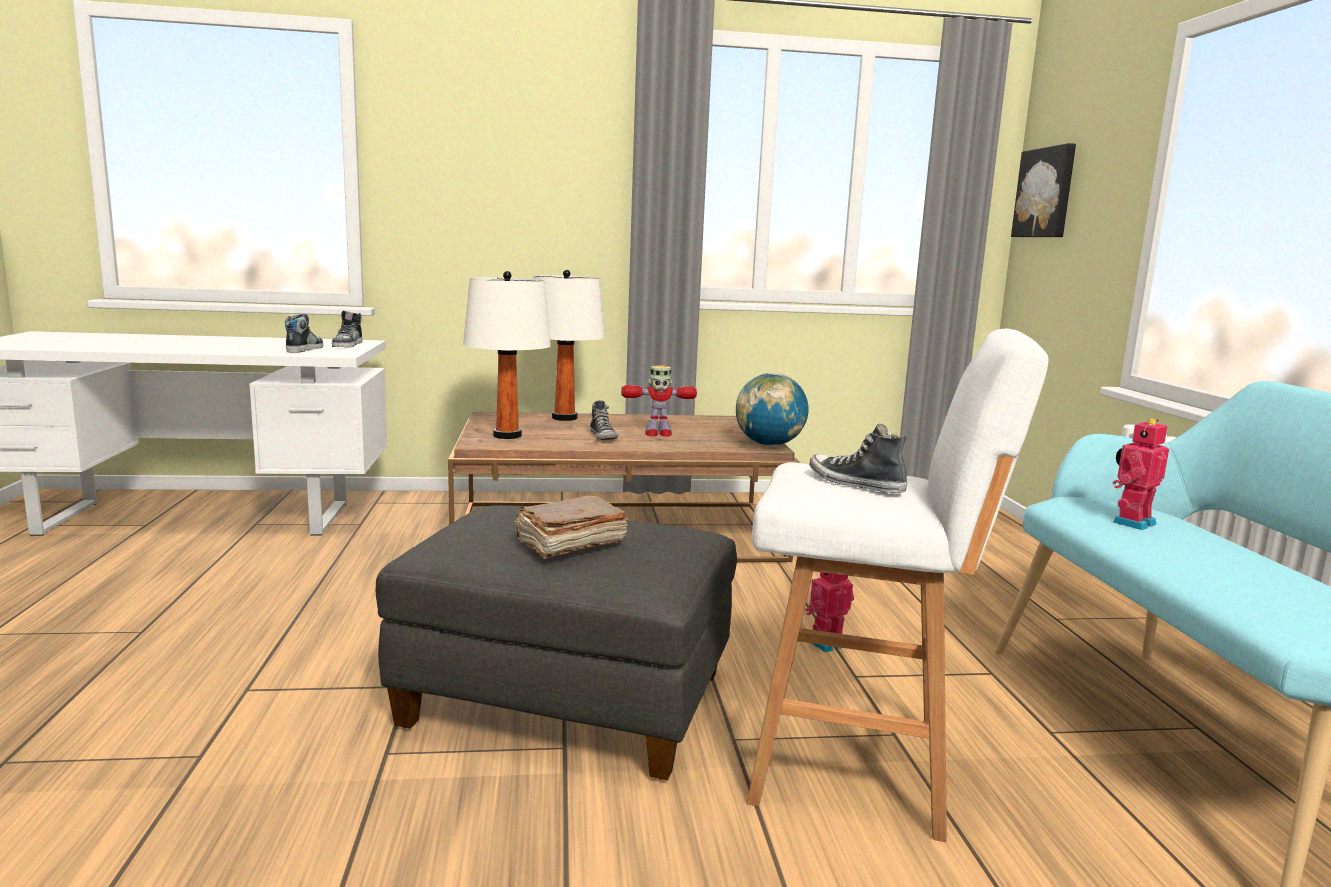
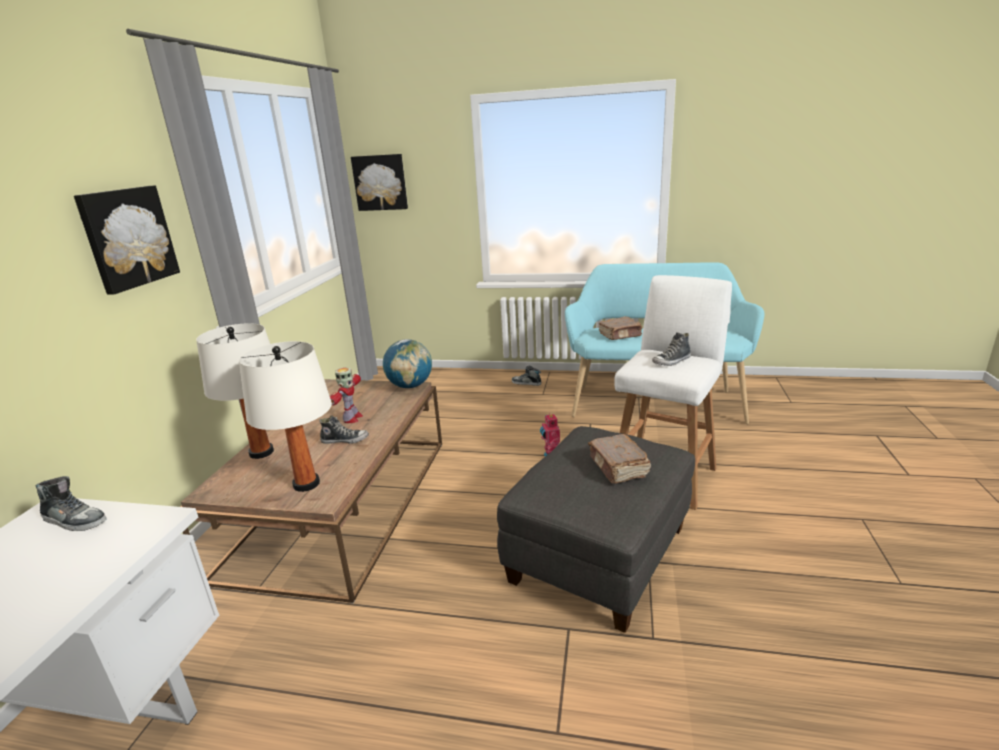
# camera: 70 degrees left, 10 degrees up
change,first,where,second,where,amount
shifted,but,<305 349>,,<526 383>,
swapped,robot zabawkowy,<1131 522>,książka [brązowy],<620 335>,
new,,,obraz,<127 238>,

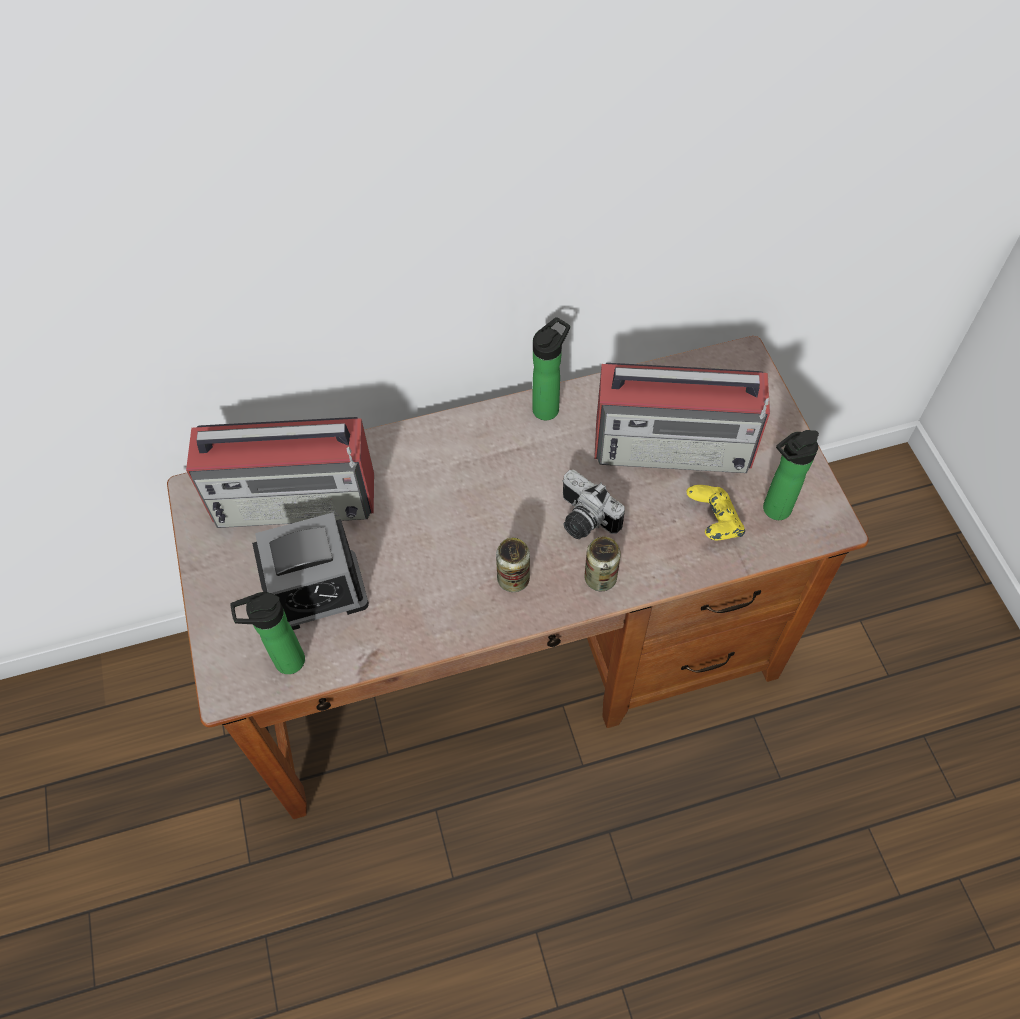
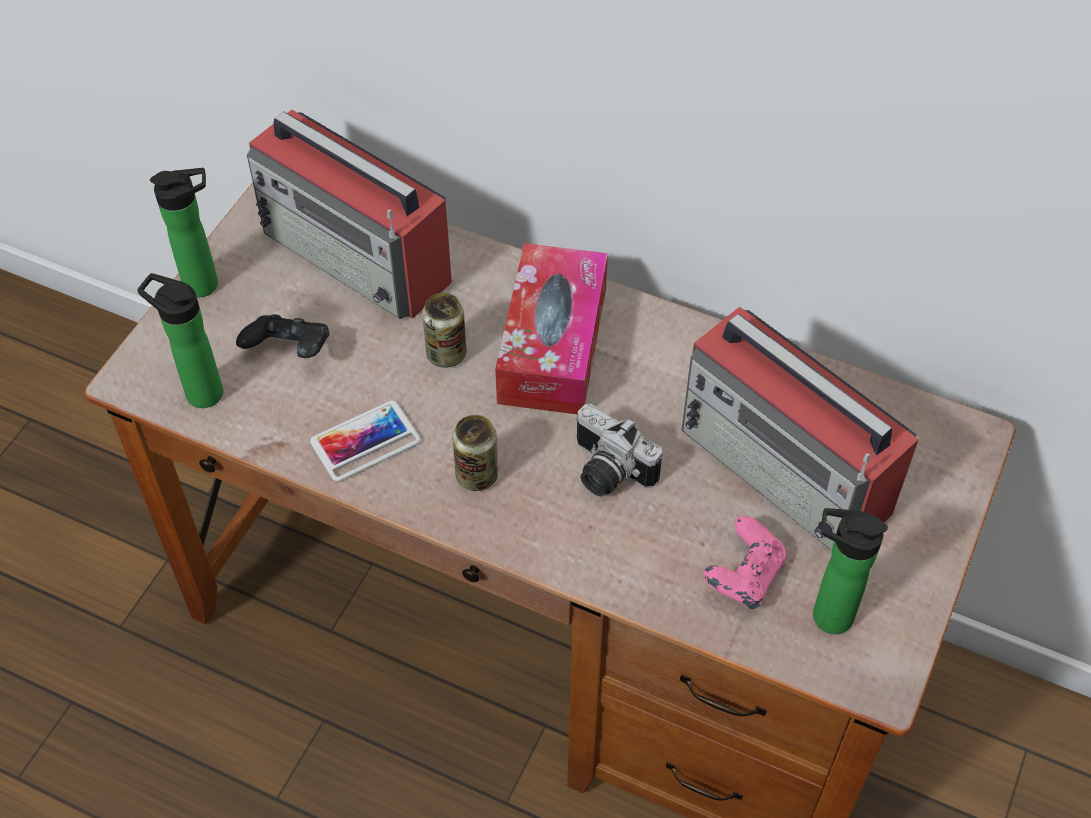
# camera: 40 degrees right, 5 degrees down
change,first,where,second,where,amount
swapped,budzik,<317 592>,pad do gier [czarny],<289 352>,
shifted,butelka,<548 407>,,<207 284>,
rotated,aparat fotograficzny,<583 520>,,<606 472>,45 degrees counterclockwise
shifted,puszka,<600 578>,,<446 354>,
repainted,pad do gier [żółty],<713 522>,pad do gier [różowy],<743 577>,
new,,,telefon,<365 441>,
new,,,pudełko chusteczek,<552 345>,

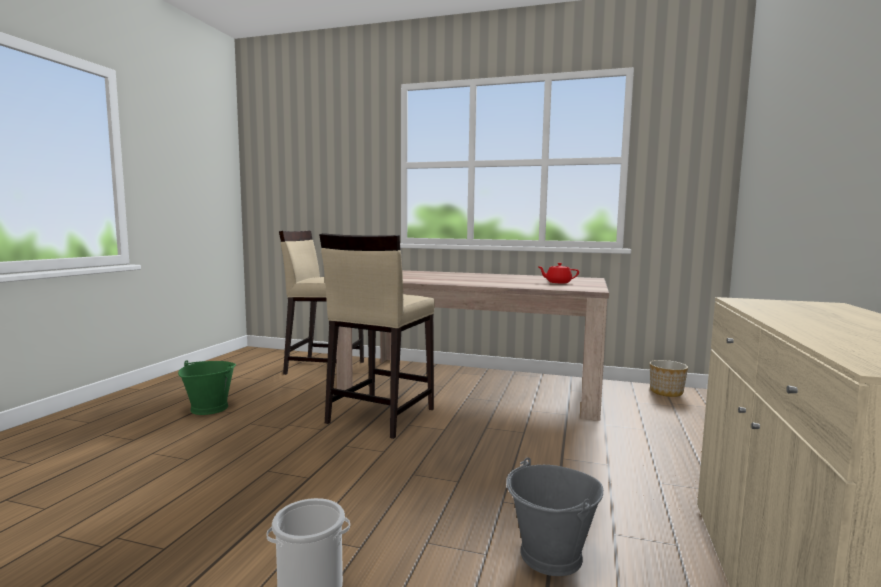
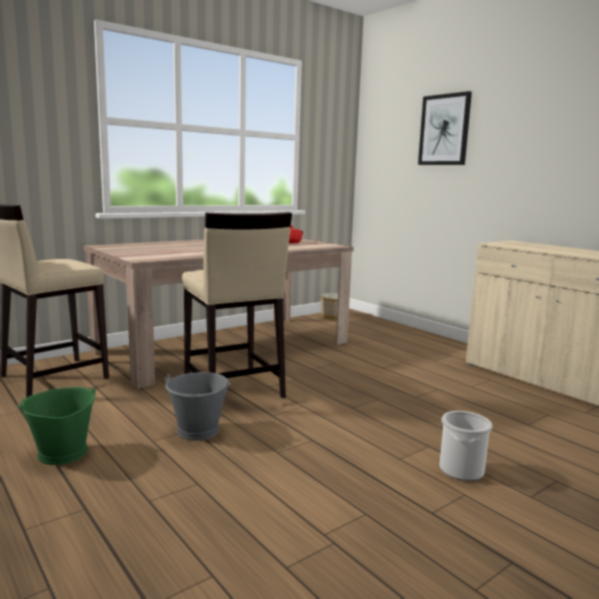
# camera: 55 degrees left, 5 degrees up
change,first,where,second,where,amount
shifted,wiadro [szary],<551 556>,,<198 431>,
new,,,obraz,<444 130>,

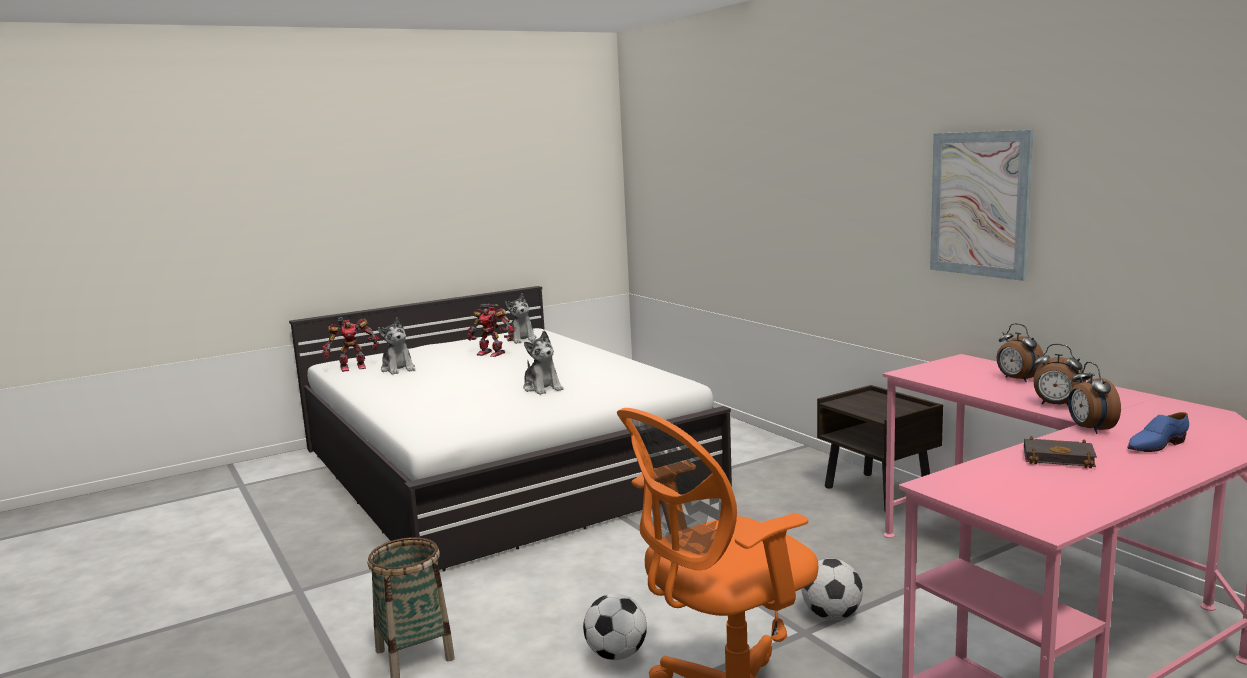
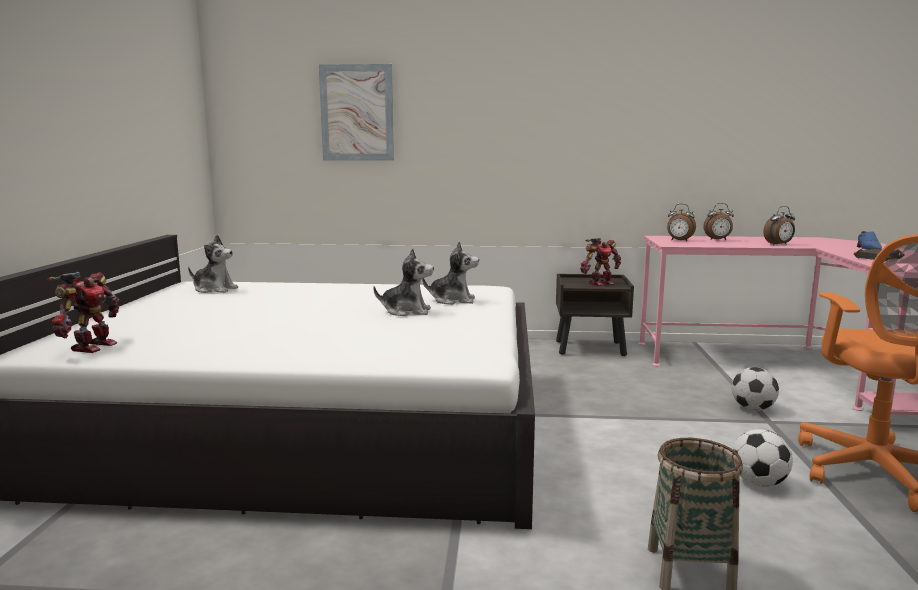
# camera: 55 degrees left, 0 degrees up
change,first,where,second,where,amount
shifted,pluszak,<398 369>,,<453 300>,
shifted,robot zabawkowy,<492 353>,,<600 283>,
shifted,obraz,<979 204>,,<357 113>,
shifted,budzik,<1089 429>,,<679 240>,

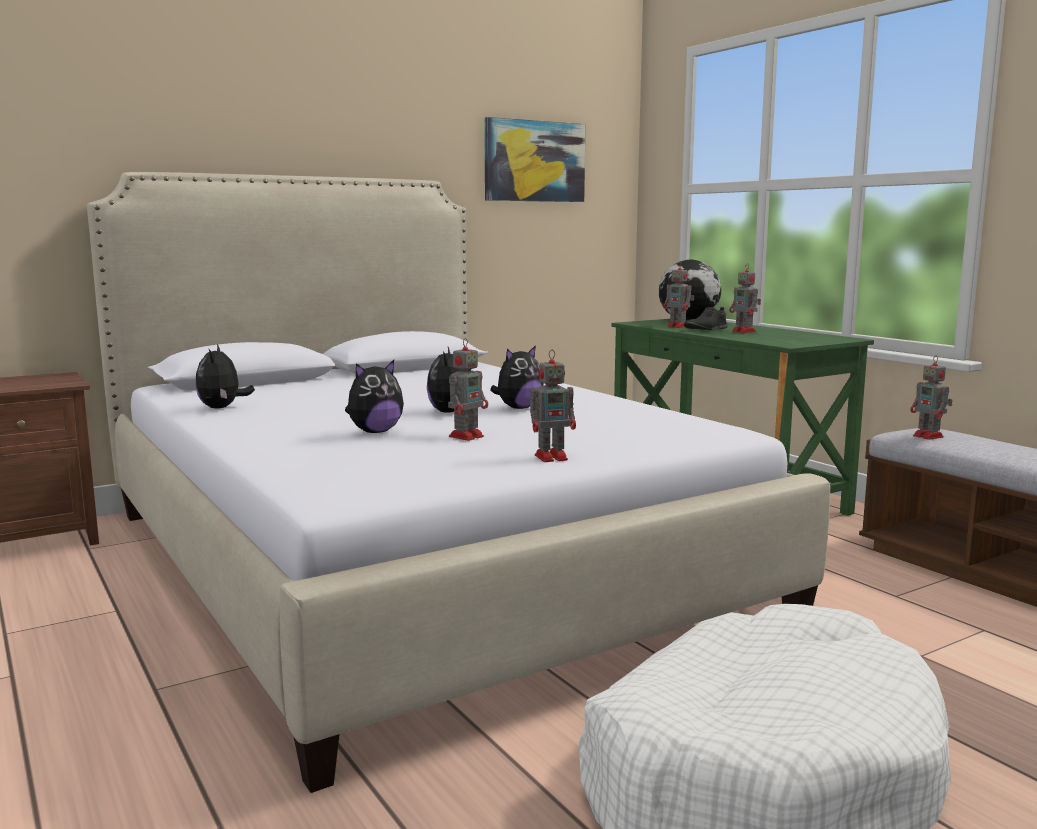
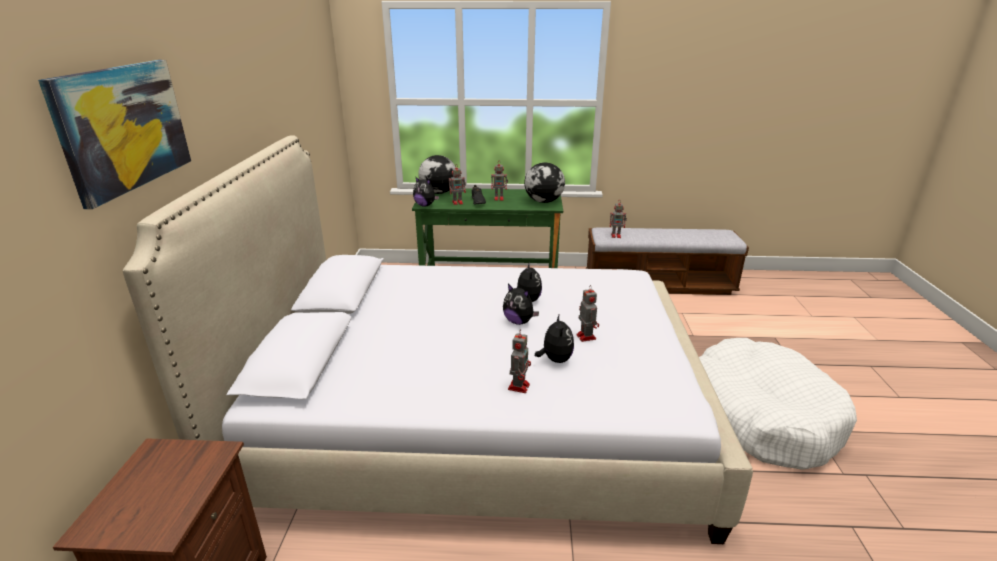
# camera: 55 degrees left, 15 degrees up
change,first,where,second,where,amount
shifted,pluszak,<222 408>,,<425 205>,
shifted,obraz,<534 161>,,<123 127>,
shifted,robot zabawkowy,<553 457>,,<519 386>,
new,,,globus,<544 202>,

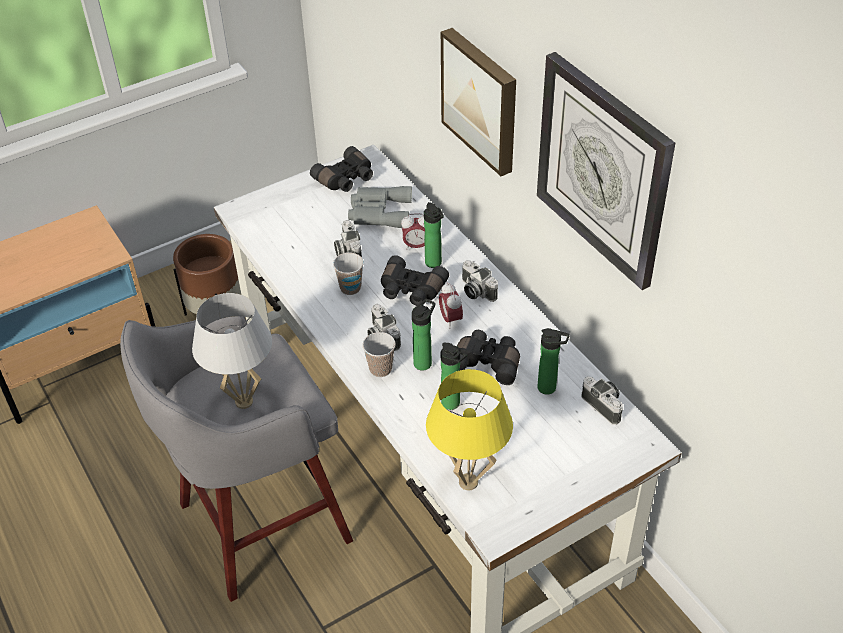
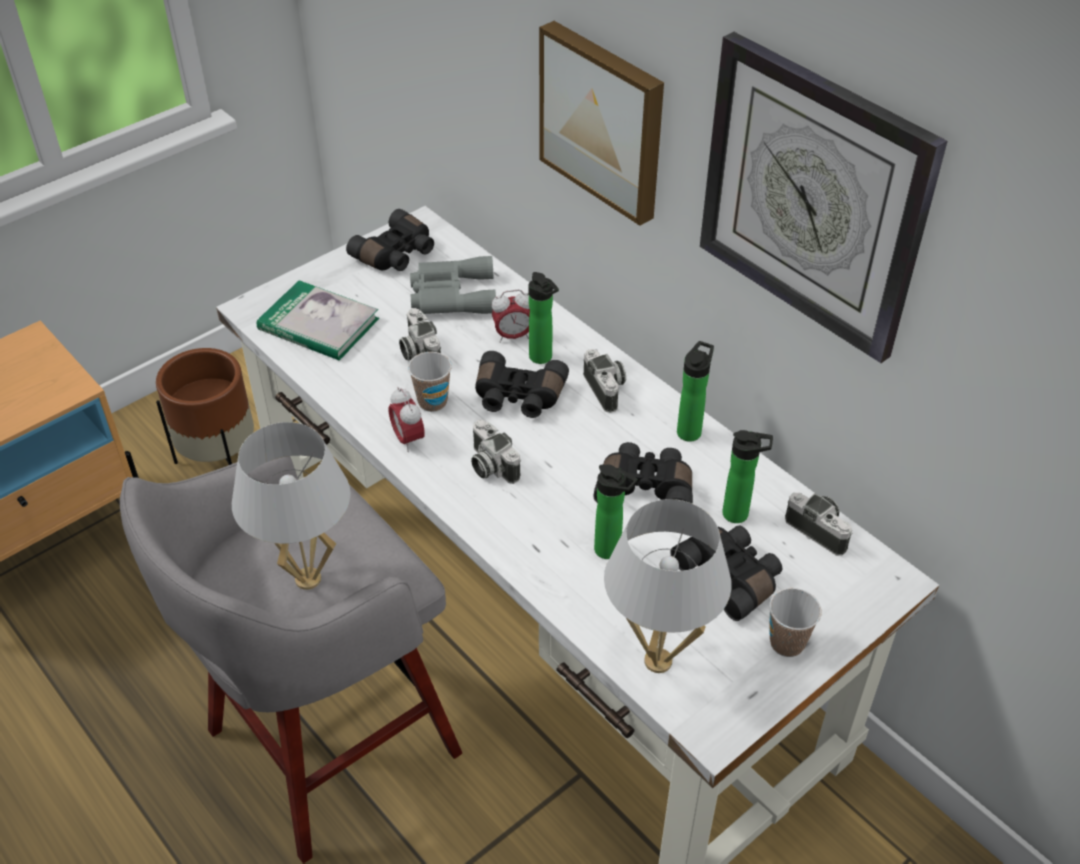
# camera: 10 degrees left, 0 degrees up
change,first,where,second,where,amount
shifted,filiżanka,<380 369>,,<787 643>,
shifted,butelka,<424 362>,,<690 430>,
repainted,lampa stołowa [żółty],<468 482>,lampa stołowa [biały],<658 661>,
shifted,budzik,<450 319>,,<408 439>,
rotated,aparat fotograficzny,<475 291>,,<607 390>,150 degrees counterclockwise
new,,,książka,<318 324>,
new,,,lornetka [czarny],<731 577>,

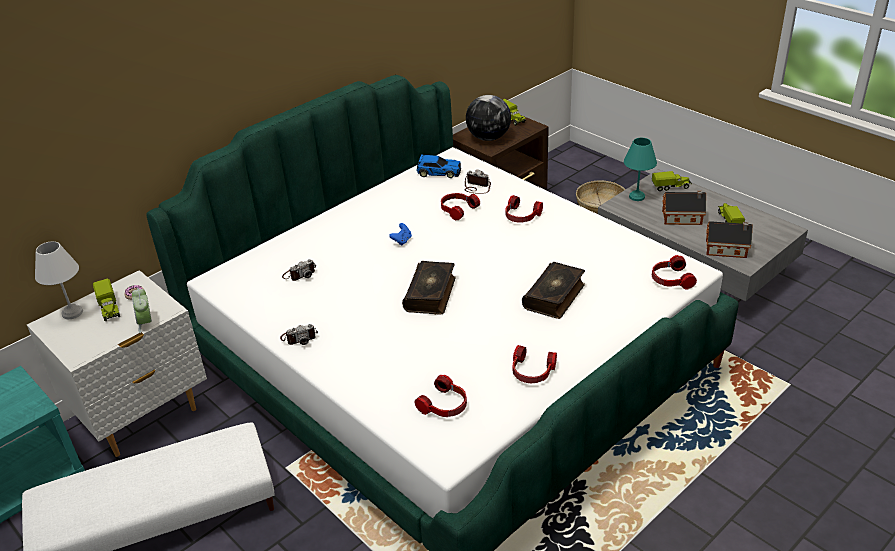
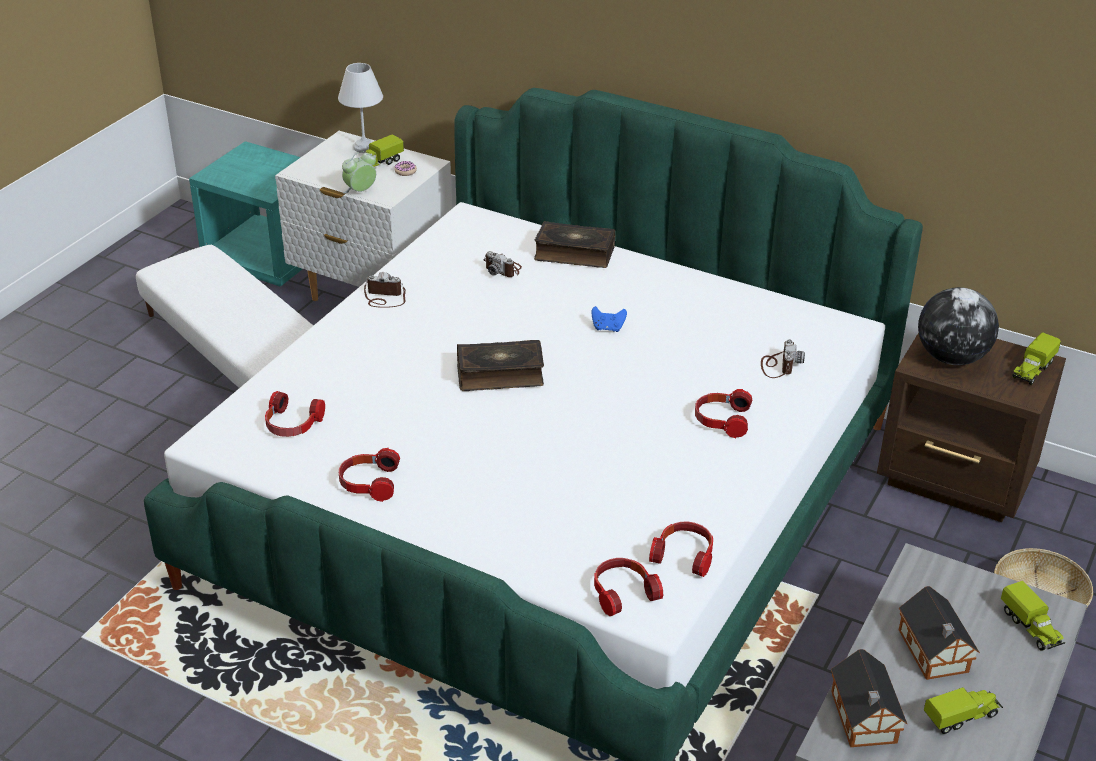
# camera: 70 degrees right, 0 degrees up
change,first,where,second,where,amount
rotated,aparat fotograficzny,<299 337>,,<384 298>,135 degrees clockwise
gone,samochodzik,<438 172>,,,
shifted,słuchawki,<457 210>,,<684 555>,
shifted,książka,<555 296>,,<574 253>,
gone,lampa stołowa [turkusowy],<637 197>,,,

